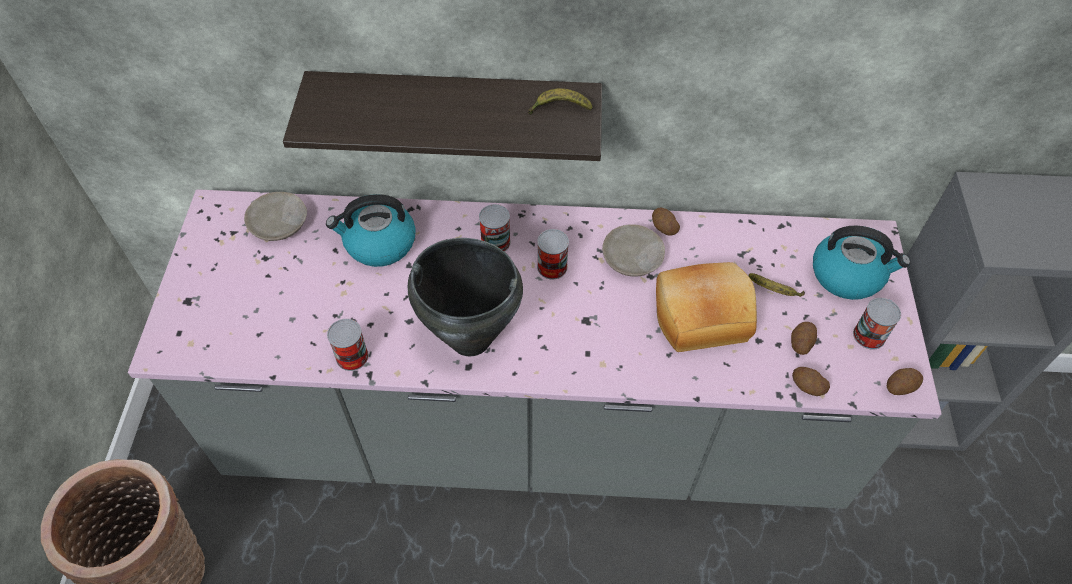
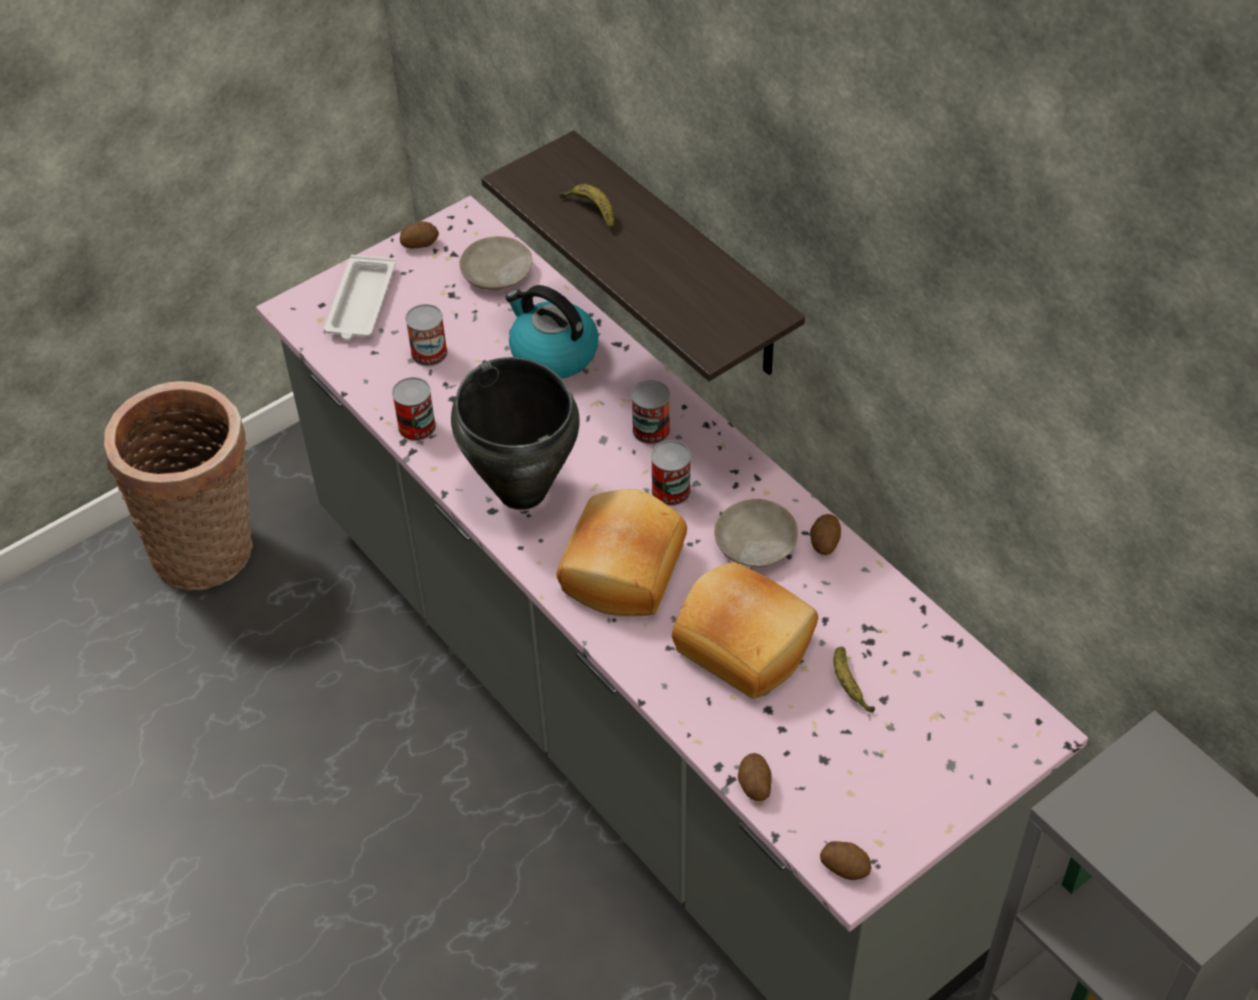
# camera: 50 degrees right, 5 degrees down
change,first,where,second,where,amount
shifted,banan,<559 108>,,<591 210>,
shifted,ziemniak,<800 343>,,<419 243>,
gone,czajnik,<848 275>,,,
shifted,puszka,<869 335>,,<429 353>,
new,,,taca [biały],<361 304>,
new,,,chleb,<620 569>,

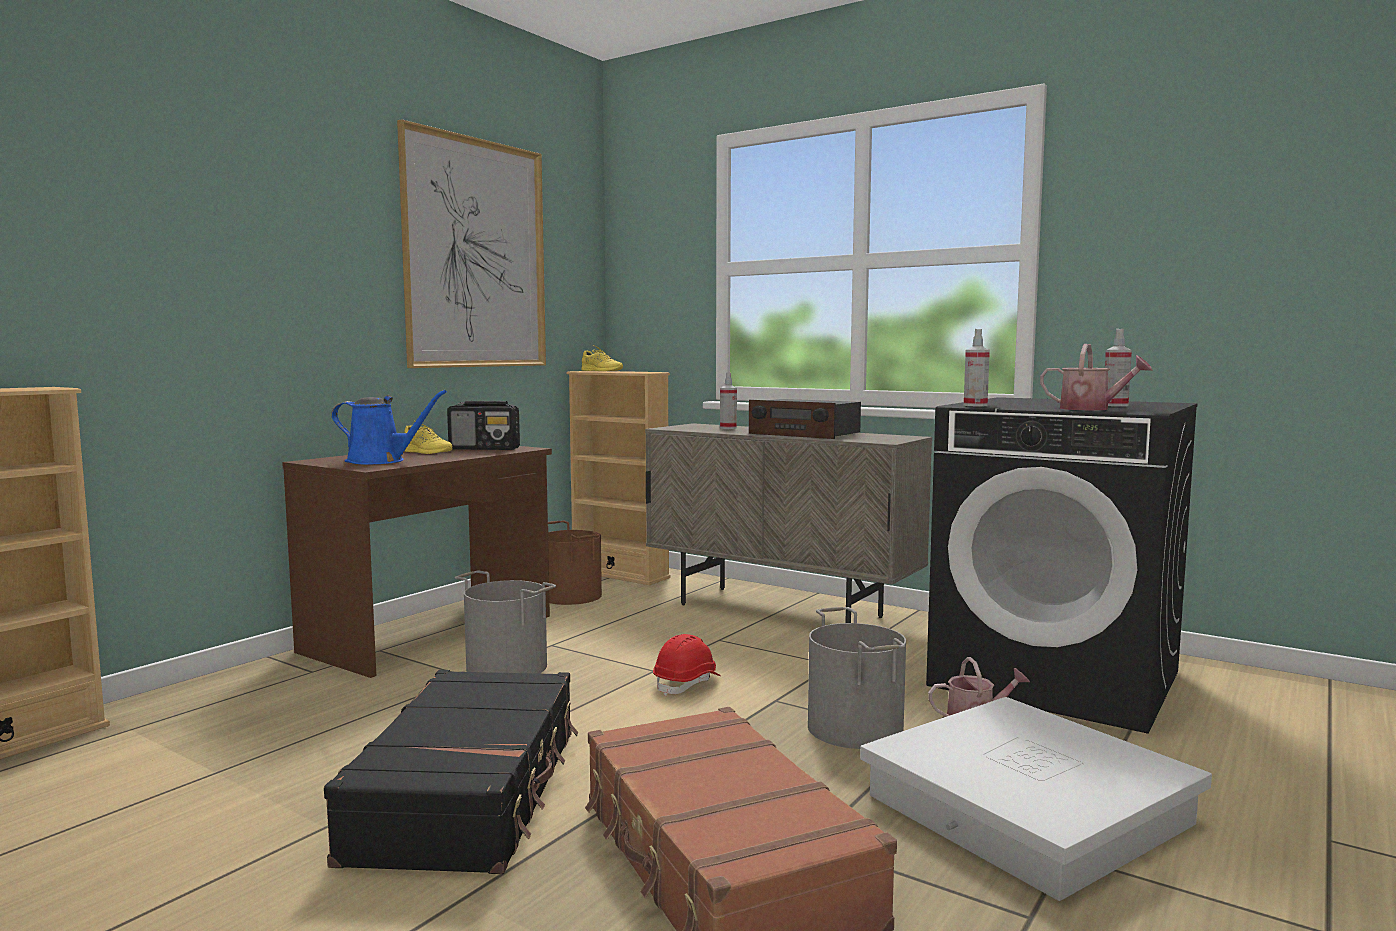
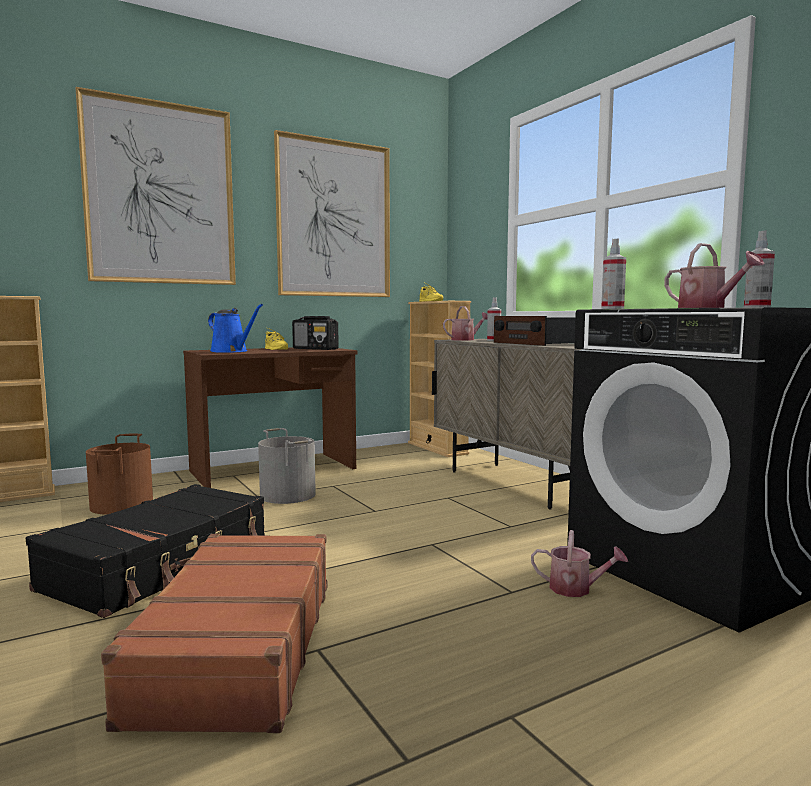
# camera: 25 degrees right, 0 degrees up
change,first,where,second,where,amount
shifted,wiadro [brązowy],<569 596>,,<120 505>,
gone,kask [czerwony],<687 684>,,,
gone,wiadro [szary],<853 728>,,,
gone,pojemnik do przechowywania [biały],<1026 808>,,,
new,,,obraz,<161 194>,
new,,,konewka,<466 339>,

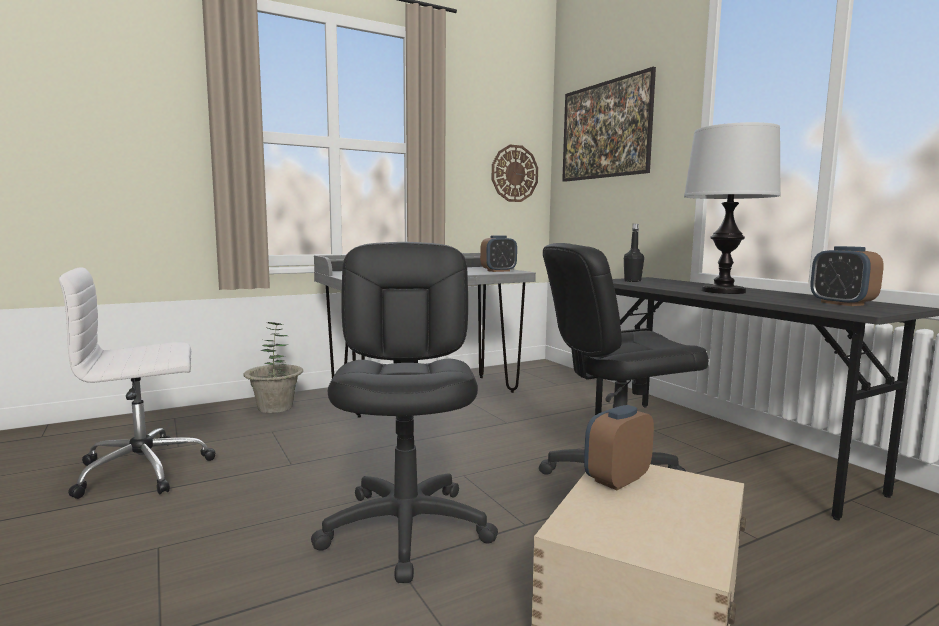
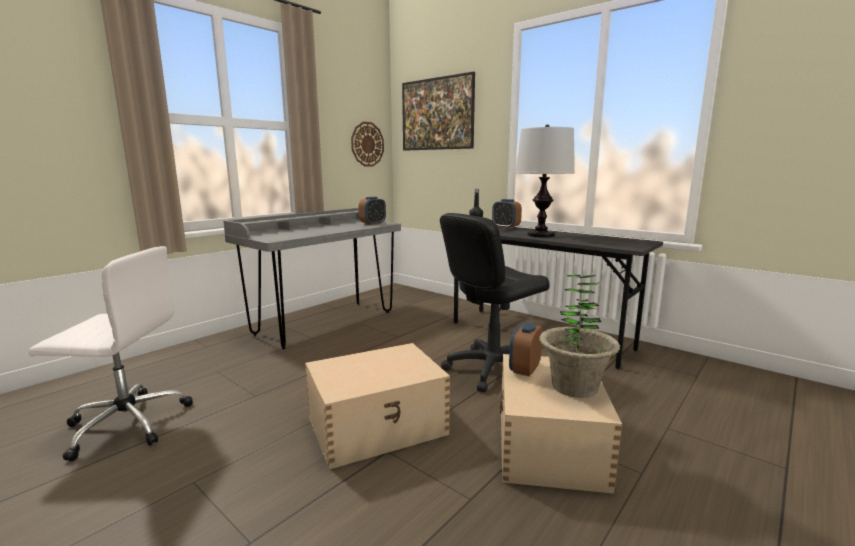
# camera: 20 degrees left, 5 degrees up
change,first,where,second,where,amount
rotated,krzesło biurowe [biały],<146 470>,,<126 423>,135 degrees counterclockwise
shifted,roślina doniczkowa,<275 407>,,<574 387>,
swapped,krzesło biurowe [czarny],<407 529>,pojemnik do przechowywania [beżowy],<378 426>,
shifted,budzik,<842 303>,,<505 227>,

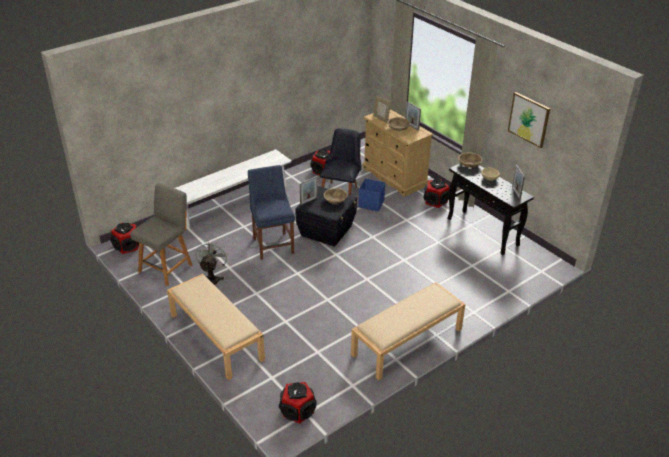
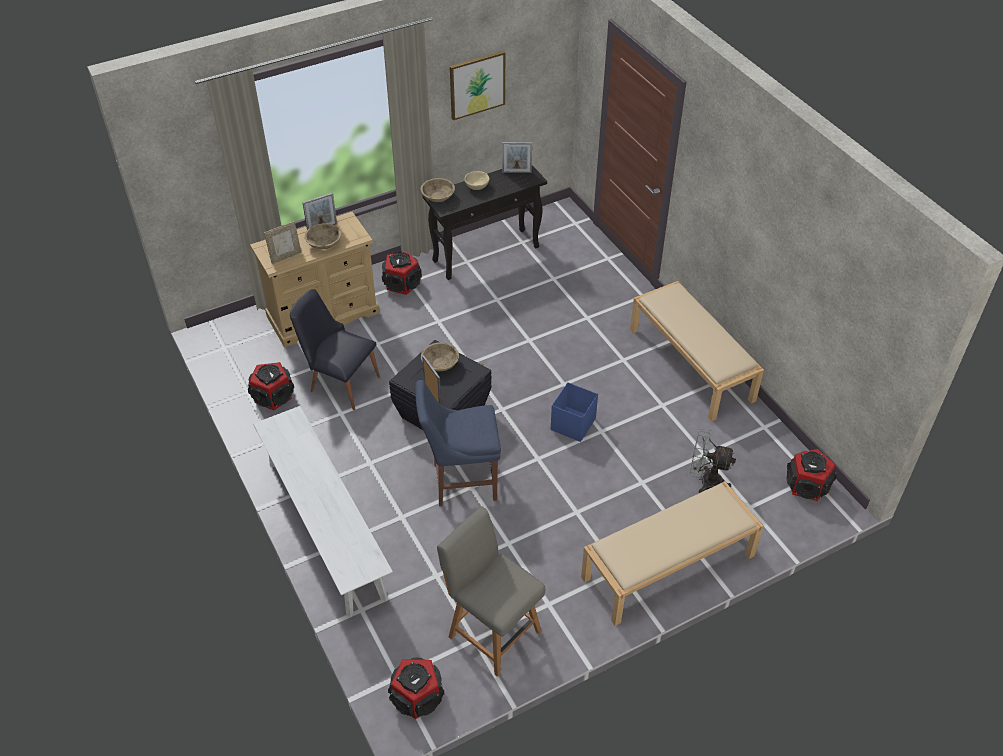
# camera: 80 degrees left, 10 degrees up
change,first,where,second,where,amount
shifted,wentylator [szary],<212 279>,,<705 481>,
shifted,pojemnik do przechowywania [niebieski],<371 204>,,<572 424>,

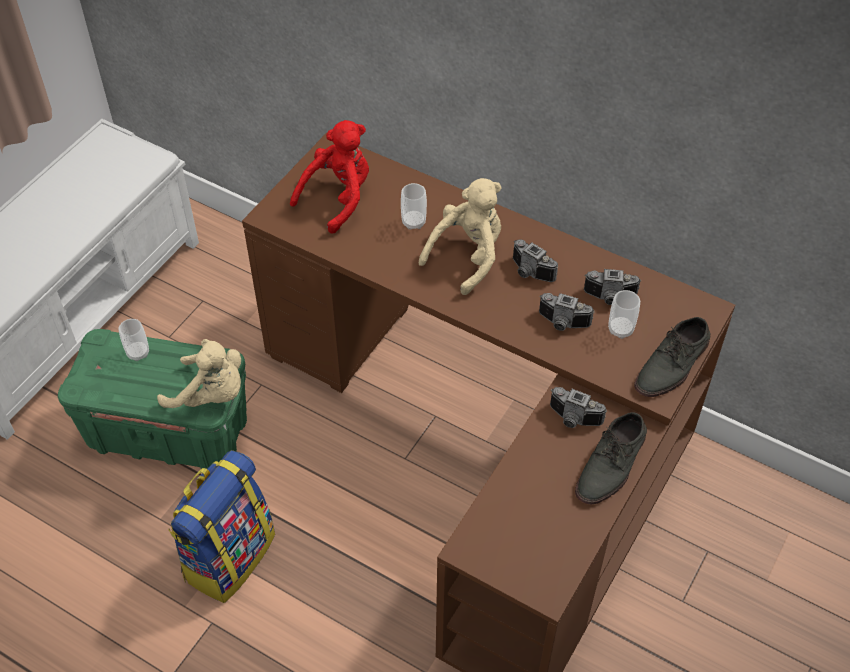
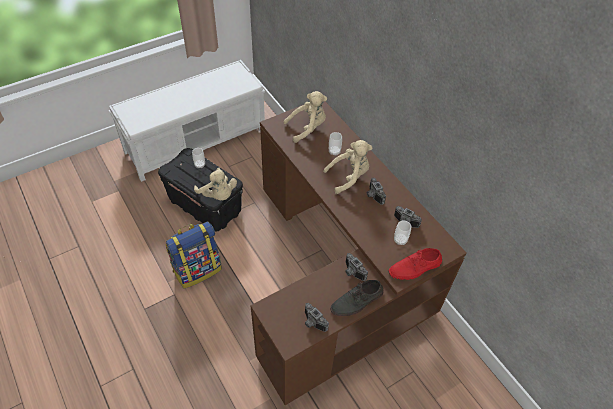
# camera: 25 degrees right, 0 degrees up
change,first,where,second,where,amount
repainted,pojemnik do przechowywania [zielony],<170 430>,pojemnik do przechowywania [czarny],<205 205>,
repainted,pluszak [czerwony],<338 198>,pluszak [beżowy],<307 128>,
shifted,aparat fotograficzny,<562 324>,,<312 323>,
repainted,but [szary],<673 365>,but [czerwony],<415 268>,

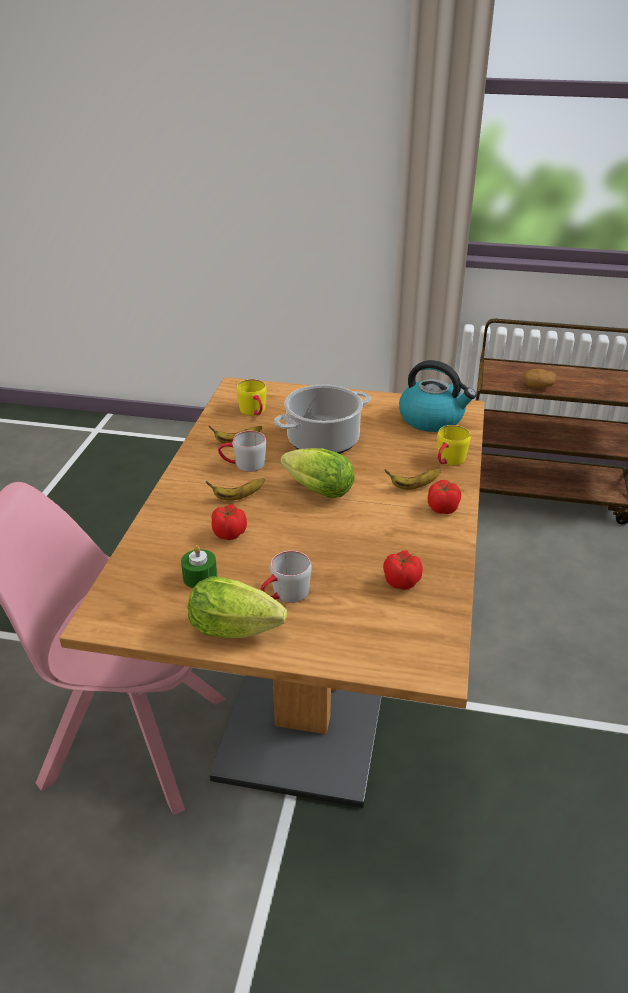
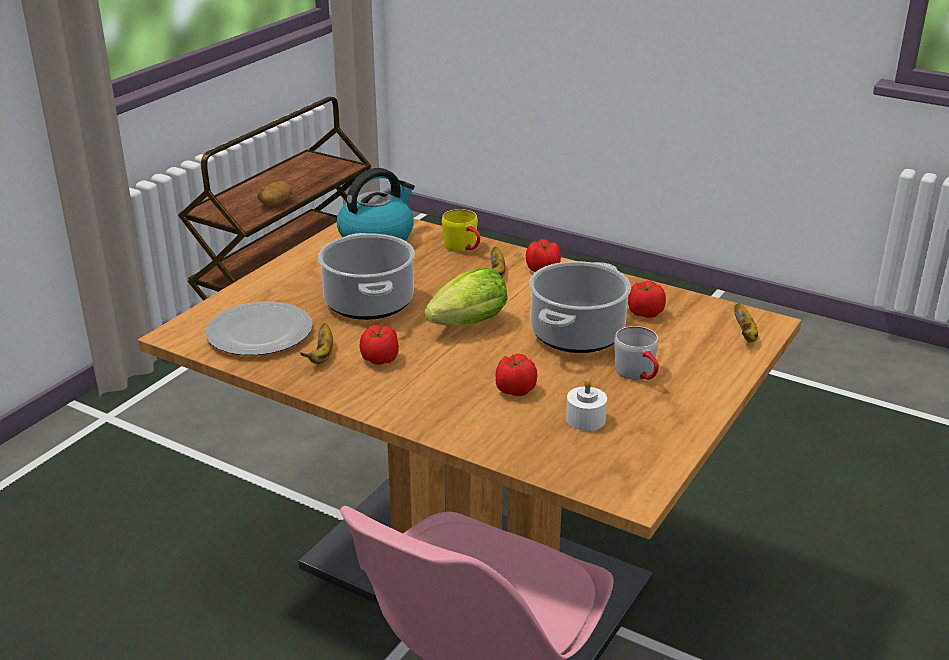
# camera: 70 degrees left, 5 degrees down
change,first,where,second,where,amount
repainted,świeca [zielony],<200 577>,świeca [biały],<585 419>,
gone,sałata,<240 630>,,,
shifted,banan,<238 497>,,<745 334>,
swapped,kubek [szary],<243 465>,pomidor,<379 359>,
swapped,kubek [żółty],<255 412>,talerz,<261 332>,
new,,,garnek,<577 335>,

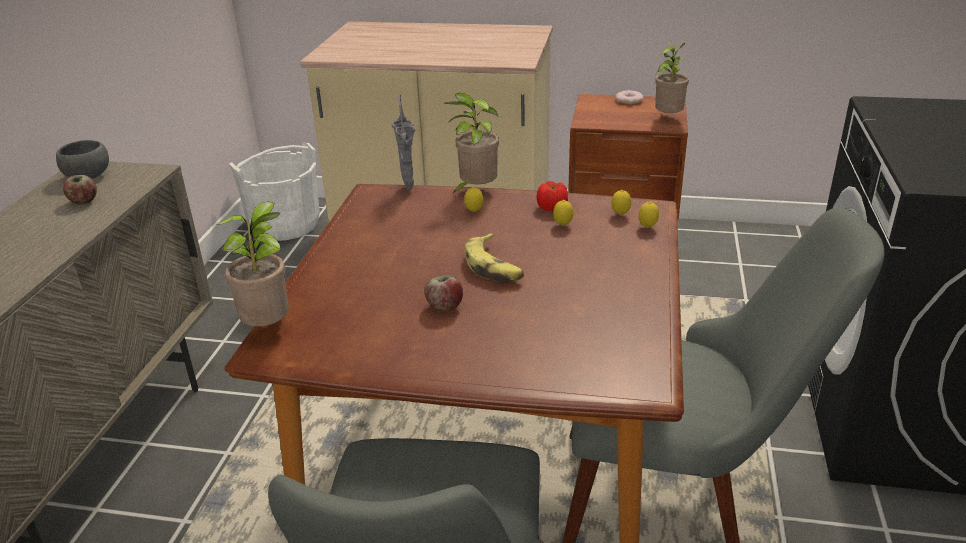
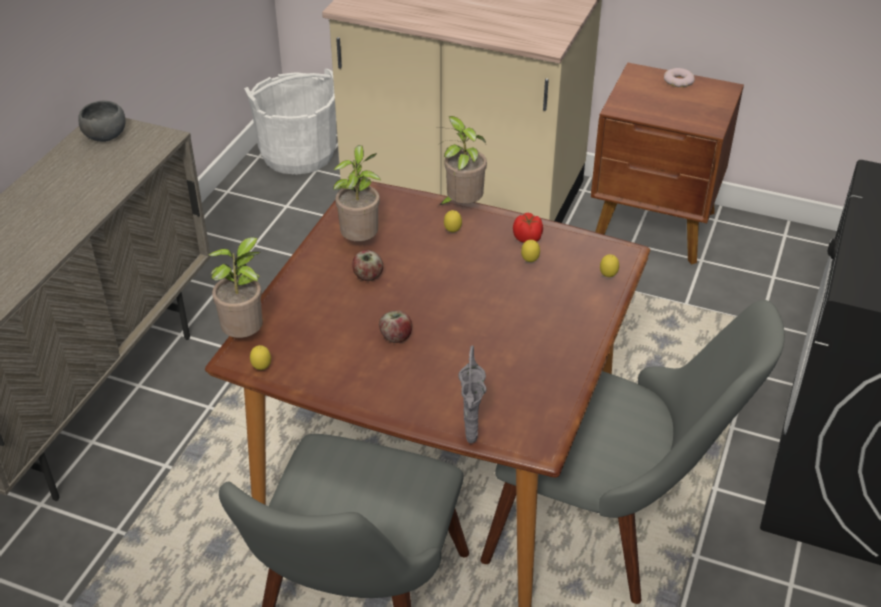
# camera: 10 degrees right, 10 degrees up
change,first,where,second,where,amount
shifted,jabłko,<84 201>,,<368 276>,
shifted,wazon [szary],<409 190>,,<471 441>,
gone,banan,<494 267>,,,
shifted,cytryna,<620 215>,,<261 368>,
shifted,roślina doniczkowa,<668 118>,,<361 241>,

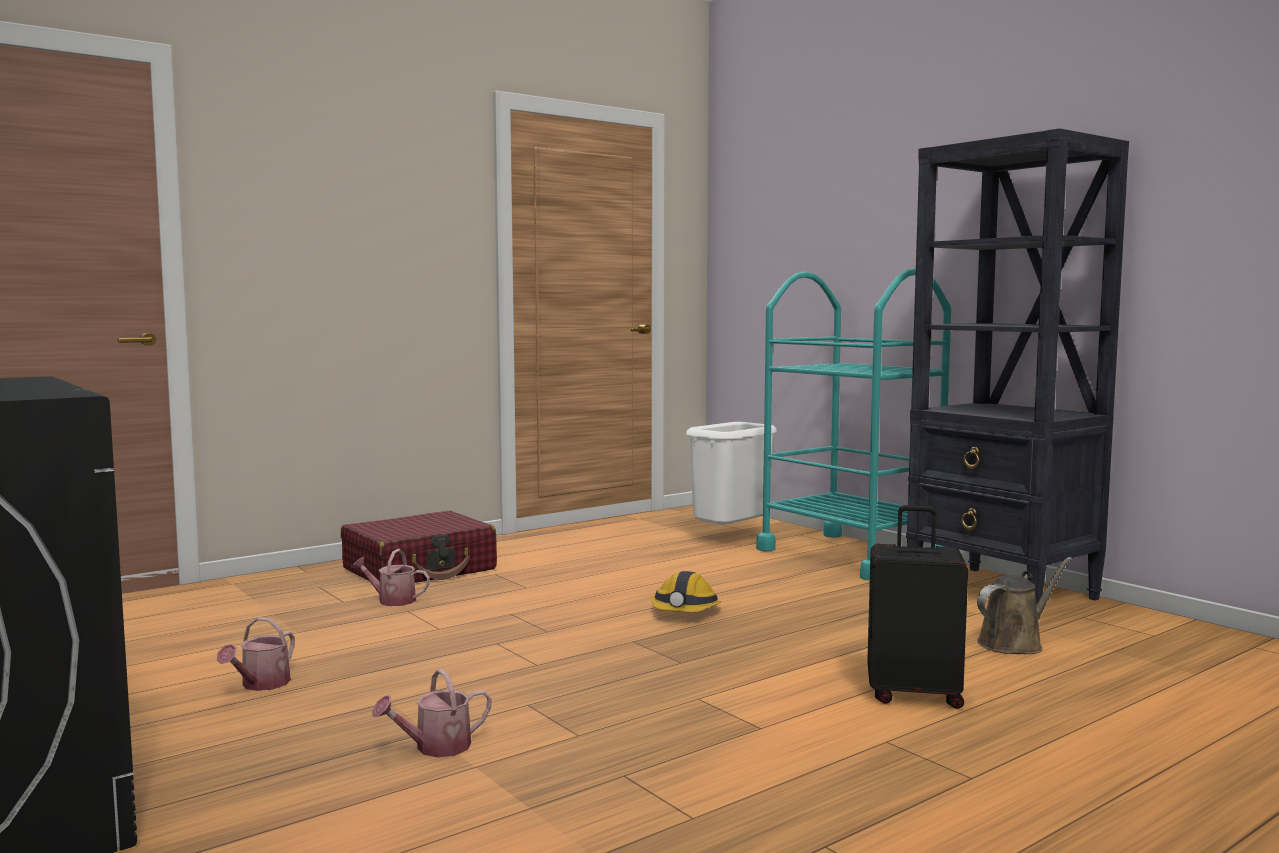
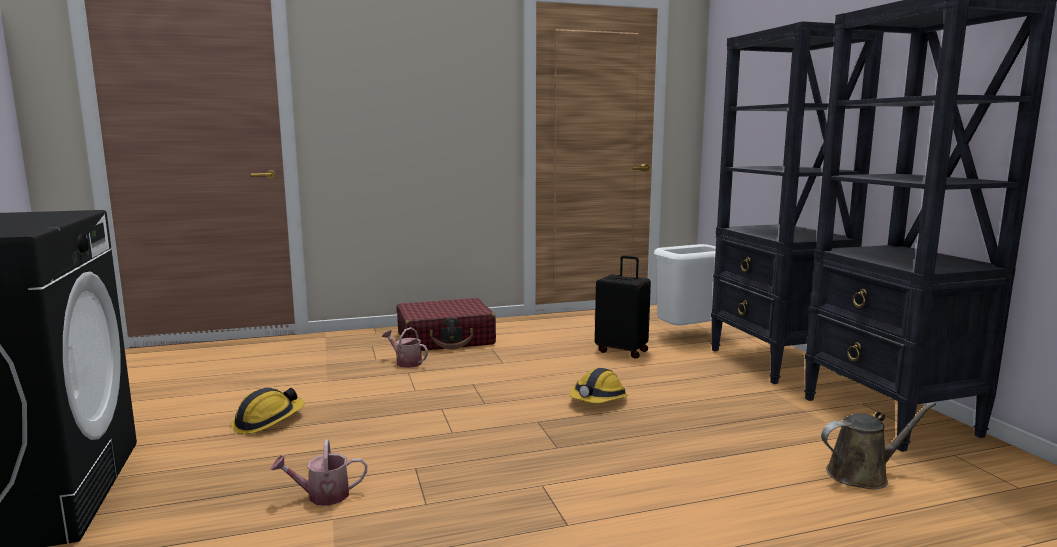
# camera: 20 degrees right, 5 degrees up
change,first,where,second,where,amount
swapped,konewka,<261 685>,kask,<268 421>,
swapped,wózek [turkusowy],<850 555>,regał [czarny],<775 362>,
shifted,walizka [czarny],<914 694>,,<622 351>,

